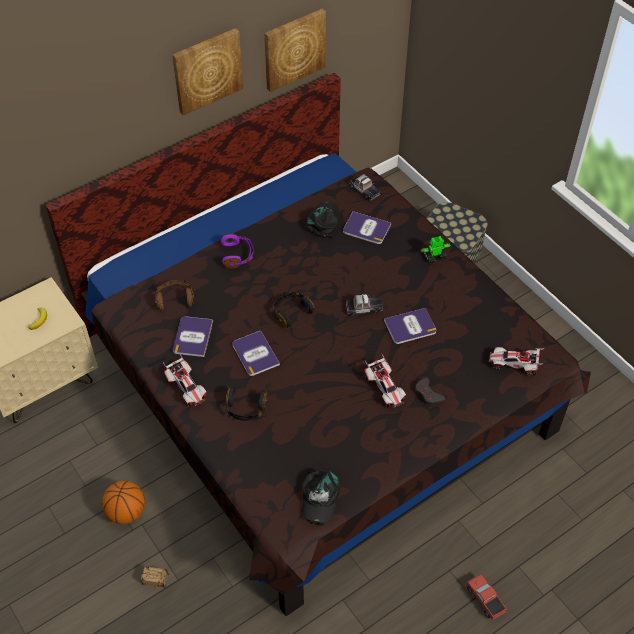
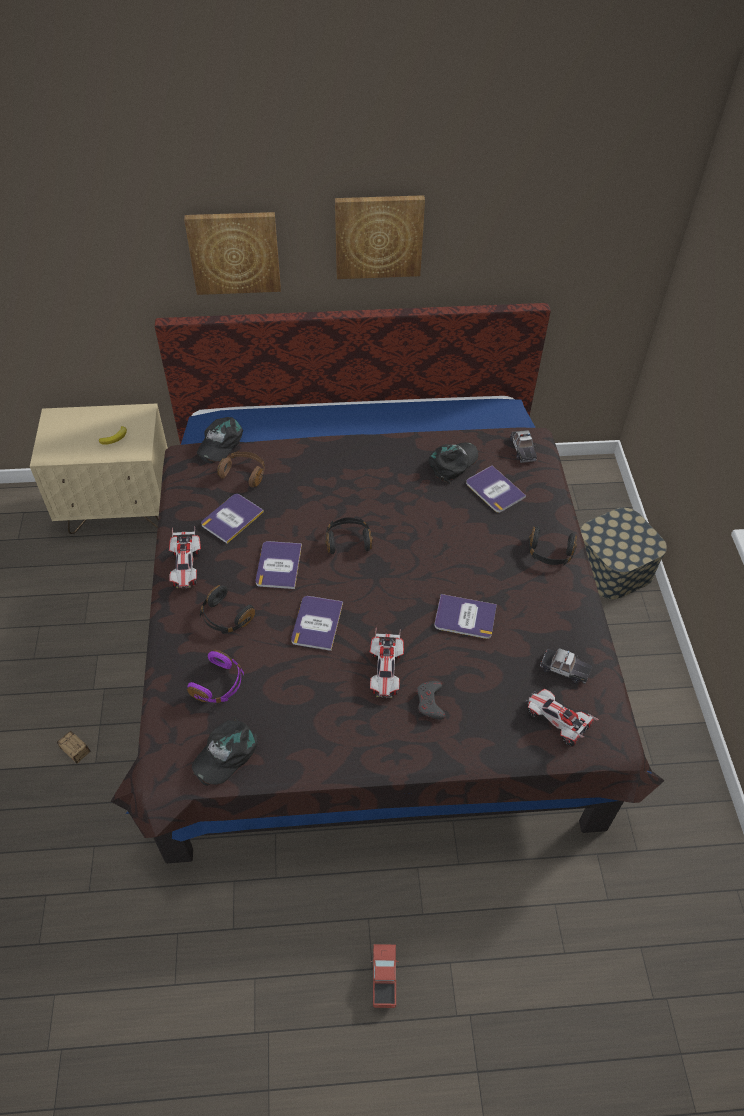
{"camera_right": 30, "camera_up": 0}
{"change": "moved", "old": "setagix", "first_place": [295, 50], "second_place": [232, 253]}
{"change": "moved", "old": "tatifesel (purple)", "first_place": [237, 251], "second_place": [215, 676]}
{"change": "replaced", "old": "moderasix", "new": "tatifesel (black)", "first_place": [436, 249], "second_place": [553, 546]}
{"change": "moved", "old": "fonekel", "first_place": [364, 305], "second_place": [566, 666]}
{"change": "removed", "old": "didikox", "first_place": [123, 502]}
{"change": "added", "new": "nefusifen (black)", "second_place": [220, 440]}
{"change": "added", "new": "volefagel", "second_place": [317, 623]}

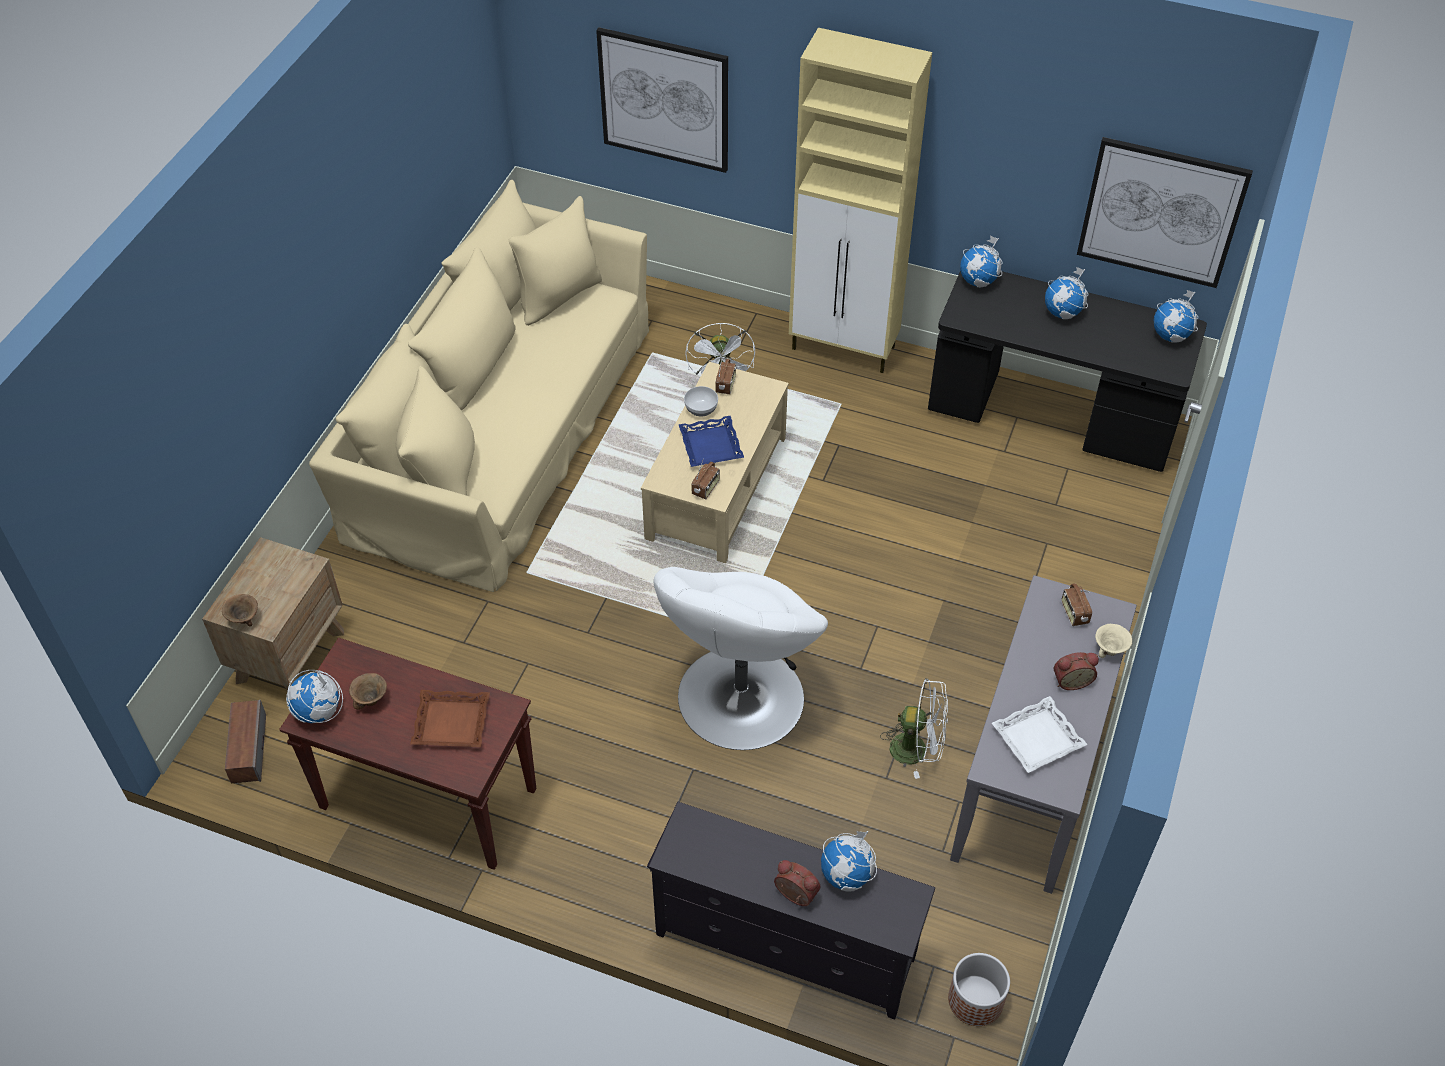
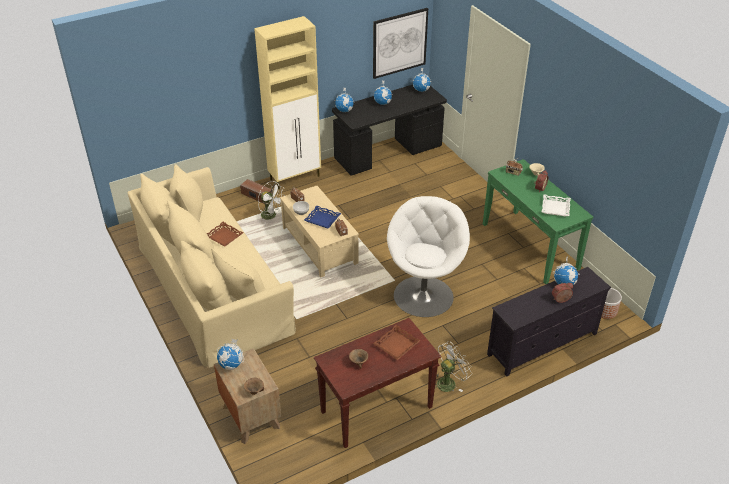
{"camera_right": -50, "camera_up": -10}
{"change": "removed", "old": "setagix", "first_place": [662, 100]}
{"change": "turned", "old": "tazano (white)", "first_place": [740, 658], "second_place": [428, 256], "degrees": -135}
{"change": "recoloured", "old": "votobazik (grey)", "new": "votobazik (green)", "first_place": [1043, 734], "second_place": [538, 221]}
{"change": "moved", "old": "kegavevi", "first_place": [314, 696], "second_place": [230, 354]}
{"change": "moved", "old": "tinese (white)", "first_place": [914, 728], "second_place": [453, 366]}
{"change": "moved", "old": "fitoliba", "first_place": [245, 741], "second_place": [256, 191]}
{"change": "added", "new": "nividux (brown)", "second_place": [225, 234]}

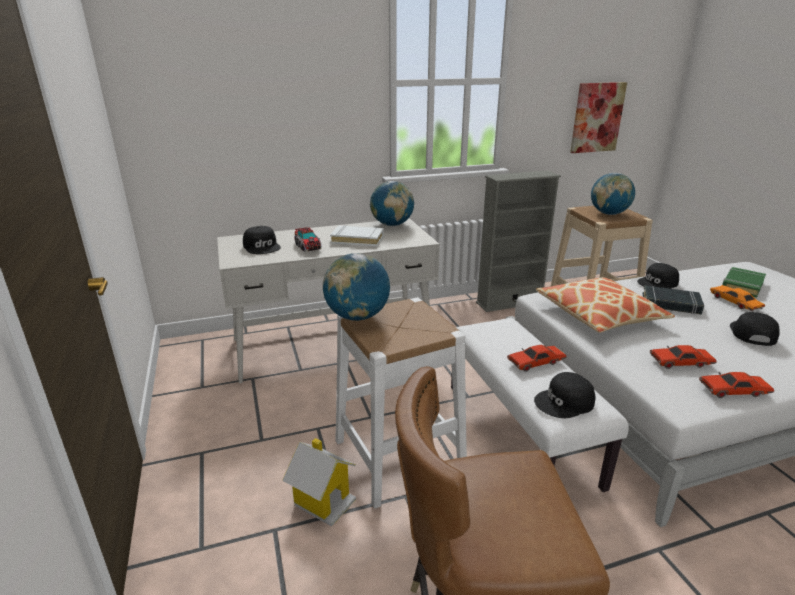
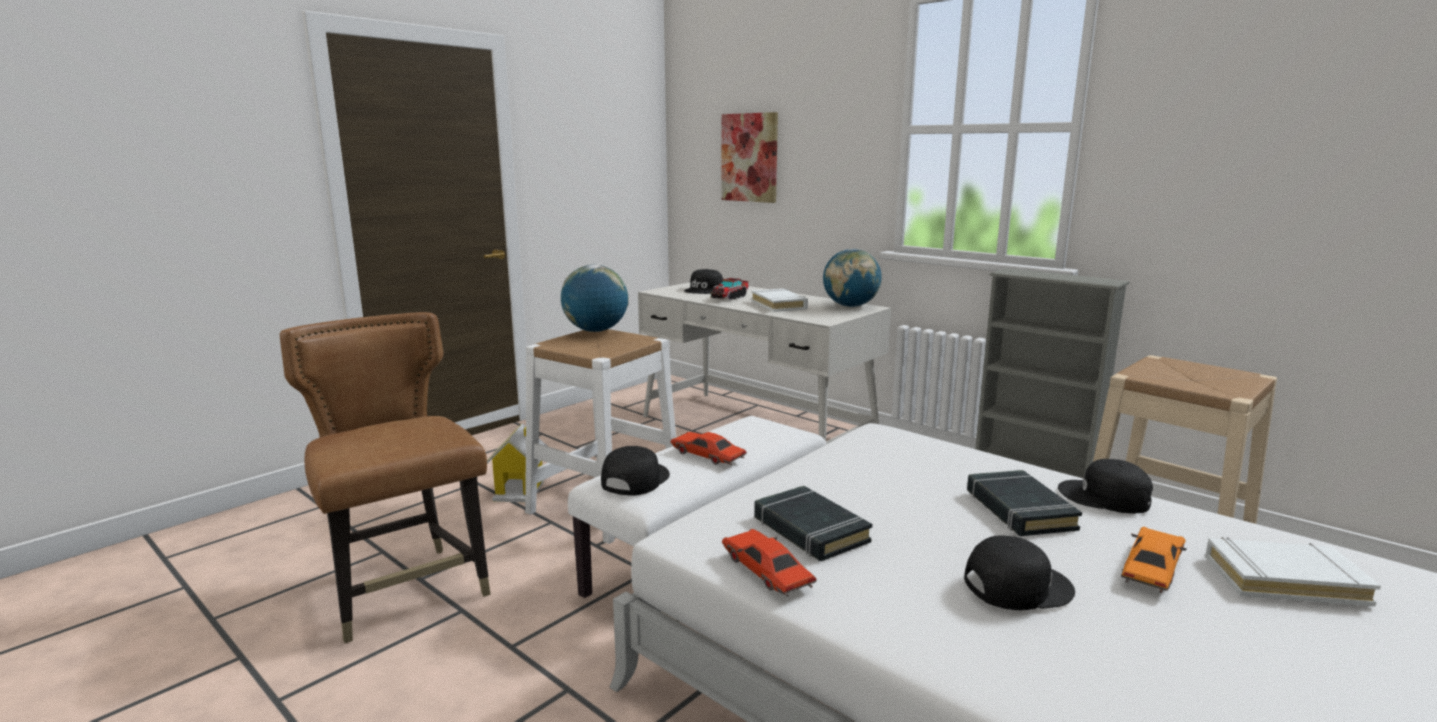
{"camera_right": 60, "camera_up": -10}
{"change": "moved", "old": "setagix", "first_place": [598, 117], "second_place": [750, 157]}
{"change": "removed", "old": "kegavevi", "first_place": [613, 194]}
{"change": "recoloured", "old": "volefagel (green)", "new": "volefagel (white)", "first_place": [744, 282], "second_place": [1293, 571]}
{"change": "removed", "old": "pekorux", "first_place": [605, 305]}
{"change": "replaced", "old": "fonekel (red)", "new": "volefagel (black)", "first_place": [683, 357], "second_place": [813, 523]}
{"change": "turned", "old": "nefusifen (black)", "first_place": [564, 395], "second_place": [635, 471], "degrees": 75}

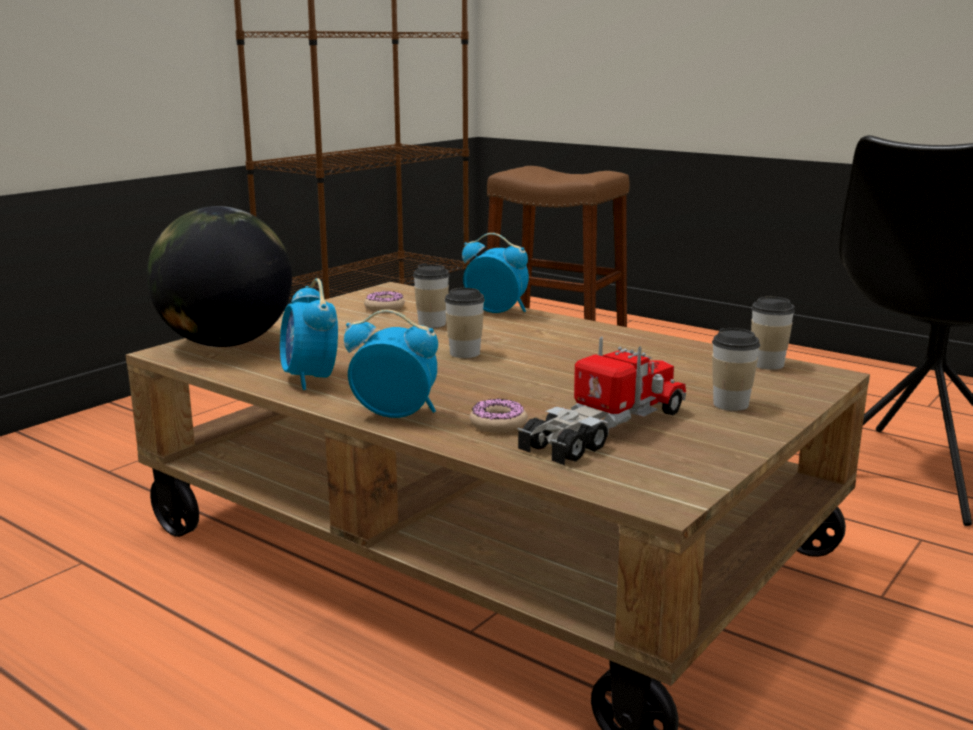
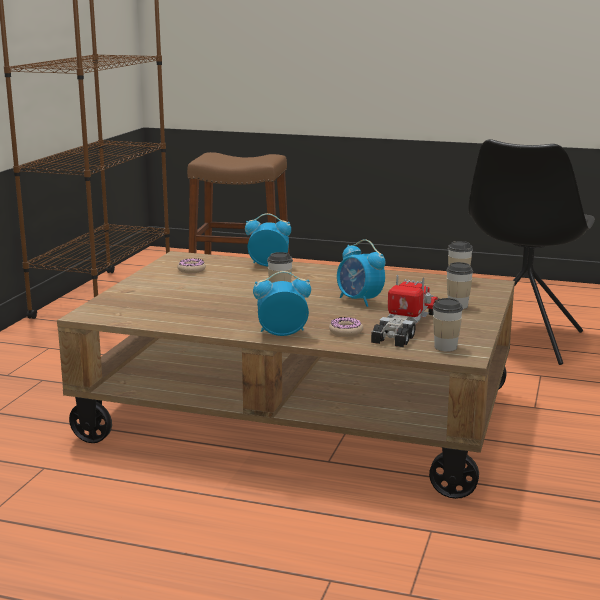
{"camera_right": -20, "camera_up": 0}
{"change": "removed", "old": "kegavevi", "first_place": [219, 276]}
{"change": "moved", "old": "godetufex", "first_place": [431, 295], "second_place": [448, 324]}
{"change": "moved", "old": "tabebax", "first_place": [309, 334], "second_place": [361, 273]}

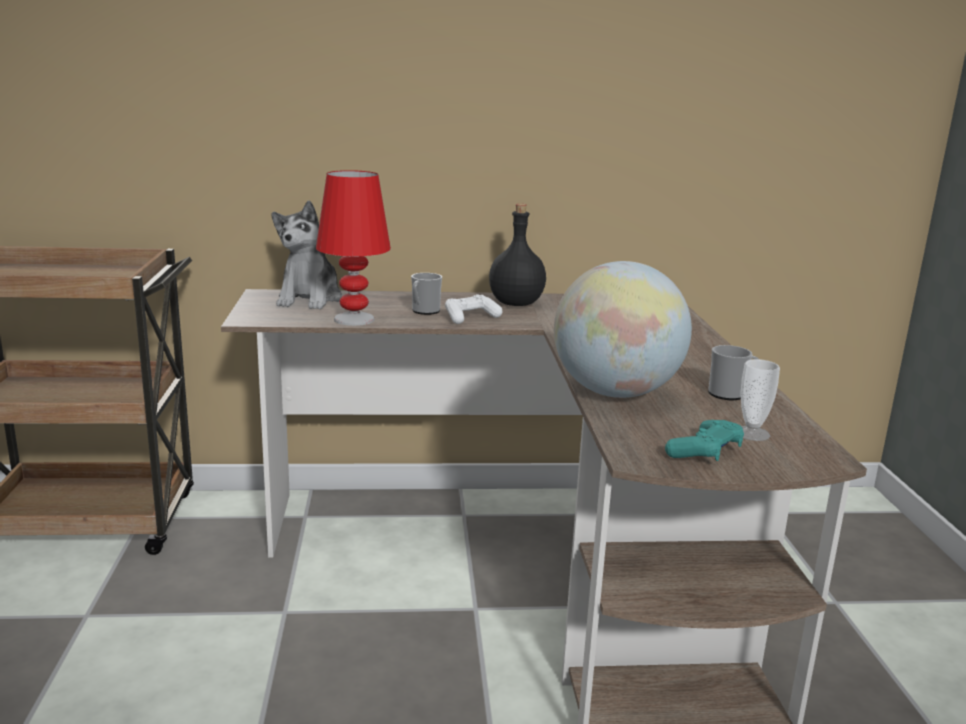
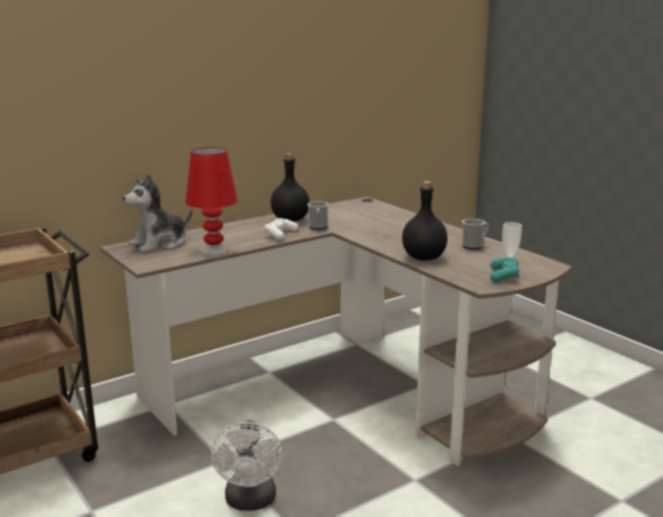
{"camera_right": -30, "camera_up": 0}
{"change": "turned", "old": "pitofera", "first_place": [307, 254], "second_place": [157, 213], "degrees": 75}
{"change": "replaced", "old": "kegavevi", "new": "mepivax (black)", "first_place": [623, 329], "second_place": [425, 221]}
{"change": "moved", "old": "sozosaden", "first_place": [426, 294], "second_place": [318, 216]}
{"change": "added", "new": "tinese (white)", "second_place": [247, 465]}

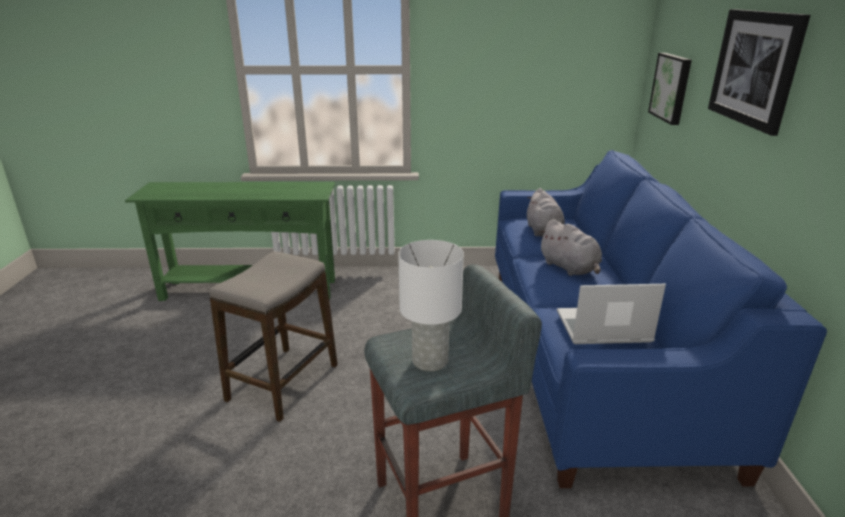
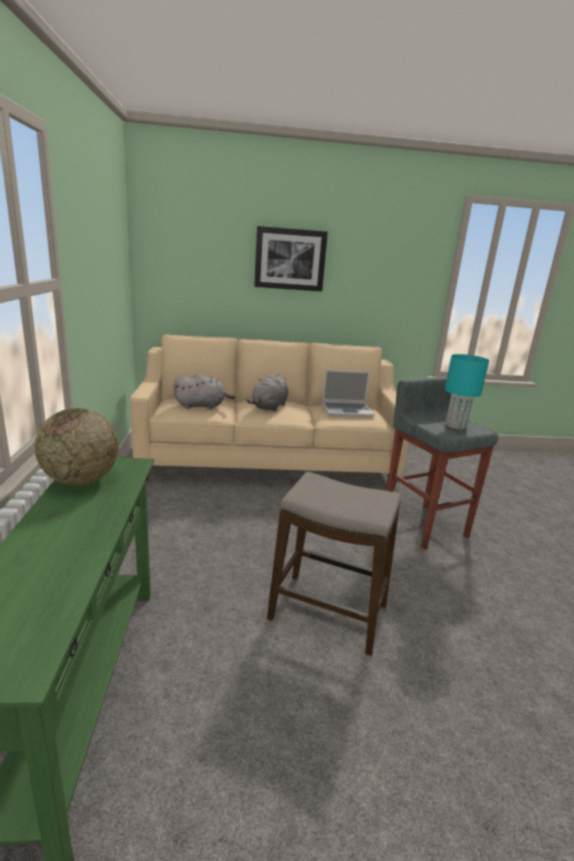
{"camera_right": -95, "camera_up": -5}
{"change": "removed", "old": "setagix", "first_place": [670, 89]}
{"change": "recoloured", "old": "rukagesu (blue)", "new": "rukagesu (beige)", "first_place": [661, 319], "second_place": [269, 411]}
{"change": "turned", "old": "pitofera (grey)", "first_place": [570, 247], "second_place": [267, 392], "degrees": 150}
{"change": "recoloured", "old": "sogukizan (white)", "new": "sogukizan (turquoise)", "first_place": [431, 305], "second_place": [467, 391]}
{"change": "turned", "old": "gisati", "first_place": [611, 314], "second_place": [348, 393], "degrees": -90}
{"change": "added", "new": "kegavevi", "second_place": [77, 446]}

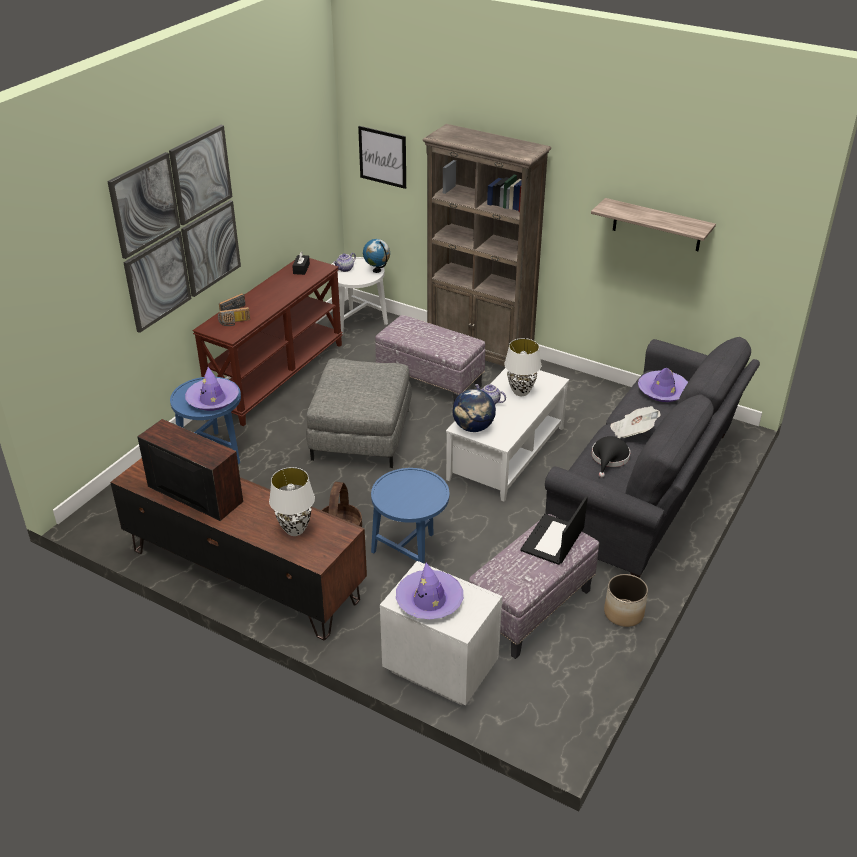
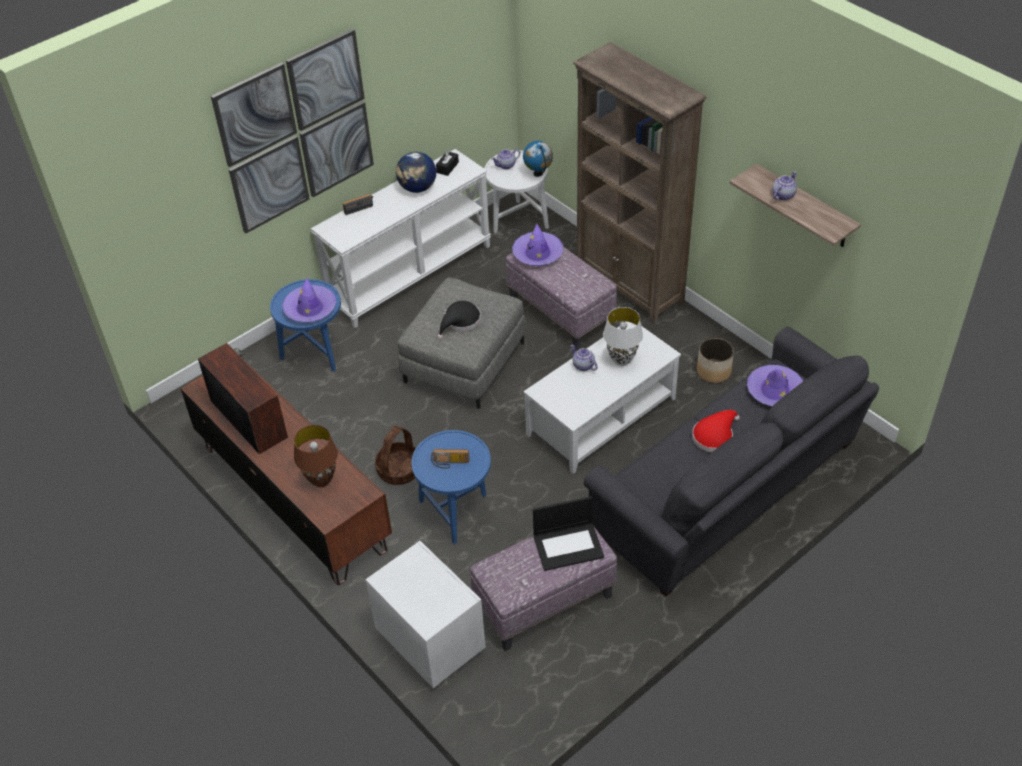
{"camera_right": 20, "camera_up": 10}
{"change": "removed", "old": "setagix", "first_place": [382, 157]}
{"change": "recoloured", "old": "votobazik (brown)", "new": "votobazik (white)", "first_place": [268, 342], "second_place": [401, 238]}
{"change": "moved", "old": "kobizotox", "first_place": [234, 316], "second_place": [450, 459]}
{"change": "moved", "old": "kegavevi", "first_place": [474, 410], "second_place": [416, 172]}
{"change": "replaced", "old": "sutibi", "new": "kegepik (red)", "first_place": [635, 422], "second_place": [716, 431]}
{"change": "moved", "old": "kegepik (black)", "first_place": [611, 457], "second_place": [459, 320]}
{"change": "recoloured", "old": "sogukizan (white)", "new": "sogukizan (brown)", "first_place": [292, 501], "second_place": [316, 456]}
{"change": "turned", "old": "gisati", "first_place": [554, 530], "second_place": [568, 533], "degrees": -150}
{"change": "moved", "old": "kegepik (purple)", "first_place": [429, 591], "second_place": [537, 245]}
{"change": "moved", "old": "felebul", "first_place": [626, 600], "second_place": [715, 360]}
{"change": "added", "new": "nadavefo", "second_place": [784, 185]}

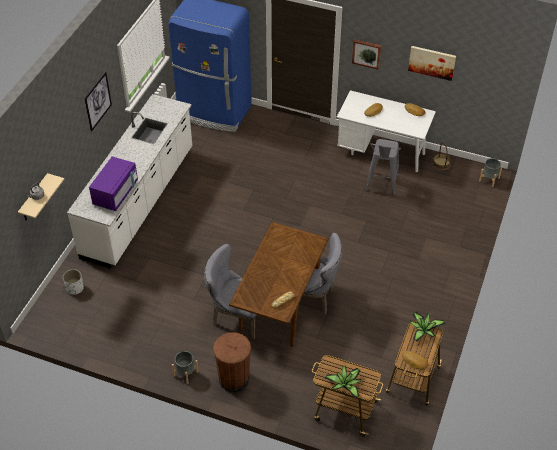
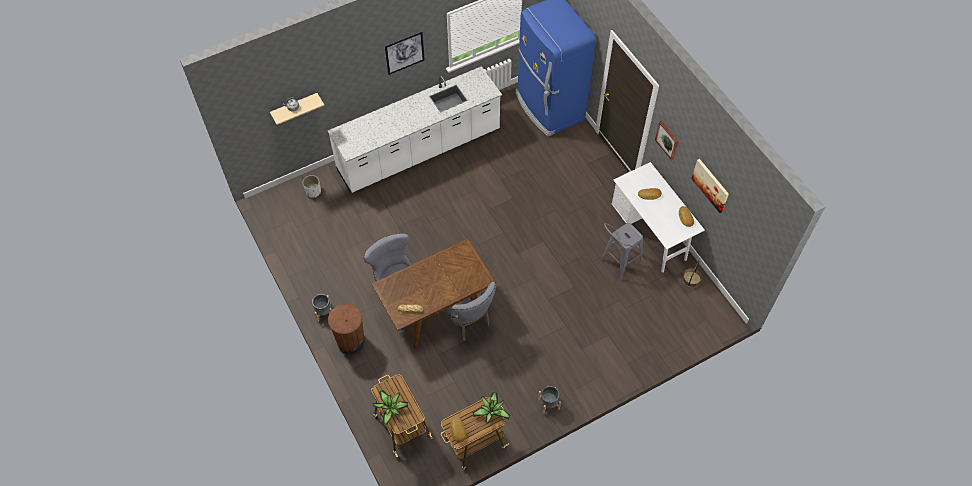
{"camera_right": 40, "camera_up": 10}
{"change": "removed", "old": "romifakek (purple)", "first_place": [113, 183]}
{"change": "moved", "old": "felebul (grey)", "first_place": [490, 172], "second_place": [549, 400]}

